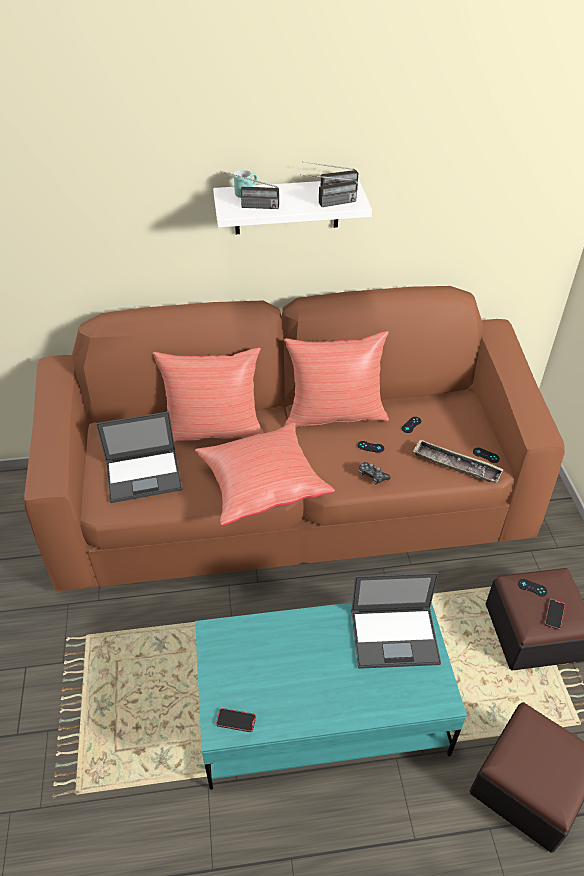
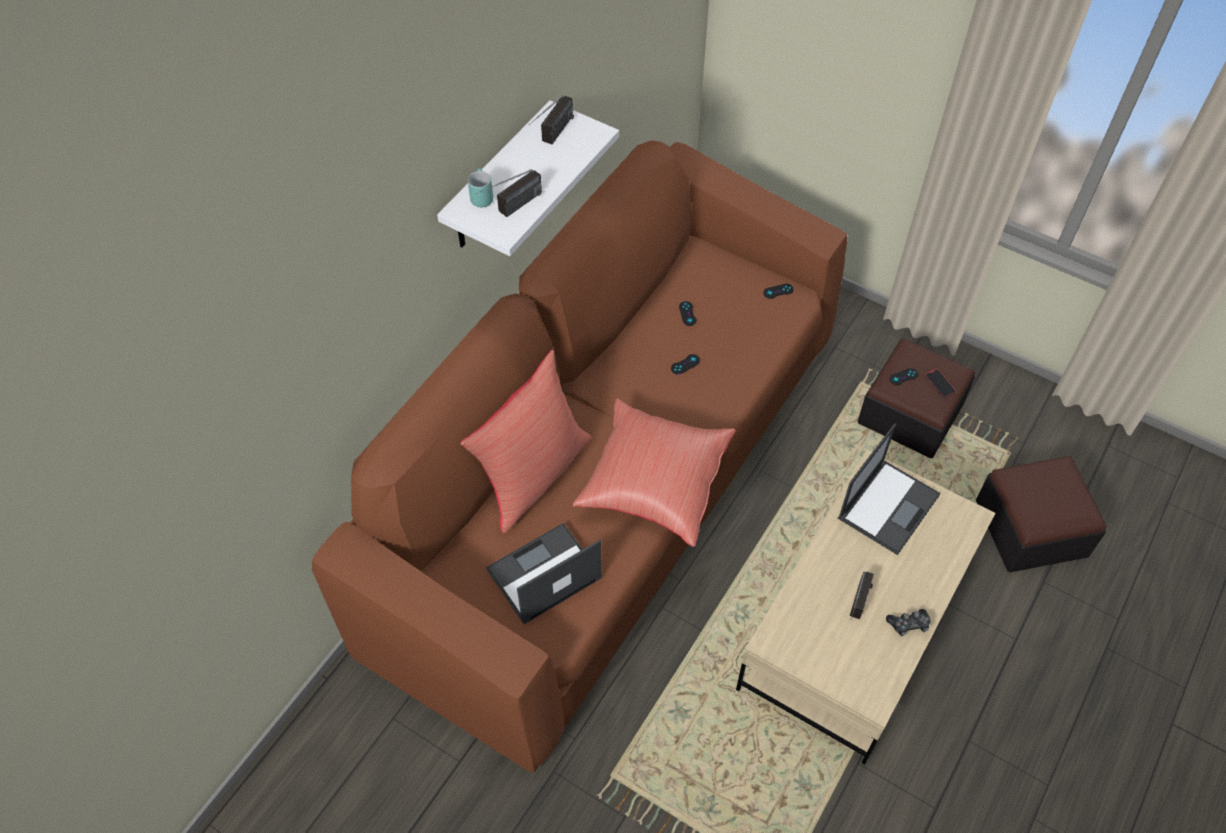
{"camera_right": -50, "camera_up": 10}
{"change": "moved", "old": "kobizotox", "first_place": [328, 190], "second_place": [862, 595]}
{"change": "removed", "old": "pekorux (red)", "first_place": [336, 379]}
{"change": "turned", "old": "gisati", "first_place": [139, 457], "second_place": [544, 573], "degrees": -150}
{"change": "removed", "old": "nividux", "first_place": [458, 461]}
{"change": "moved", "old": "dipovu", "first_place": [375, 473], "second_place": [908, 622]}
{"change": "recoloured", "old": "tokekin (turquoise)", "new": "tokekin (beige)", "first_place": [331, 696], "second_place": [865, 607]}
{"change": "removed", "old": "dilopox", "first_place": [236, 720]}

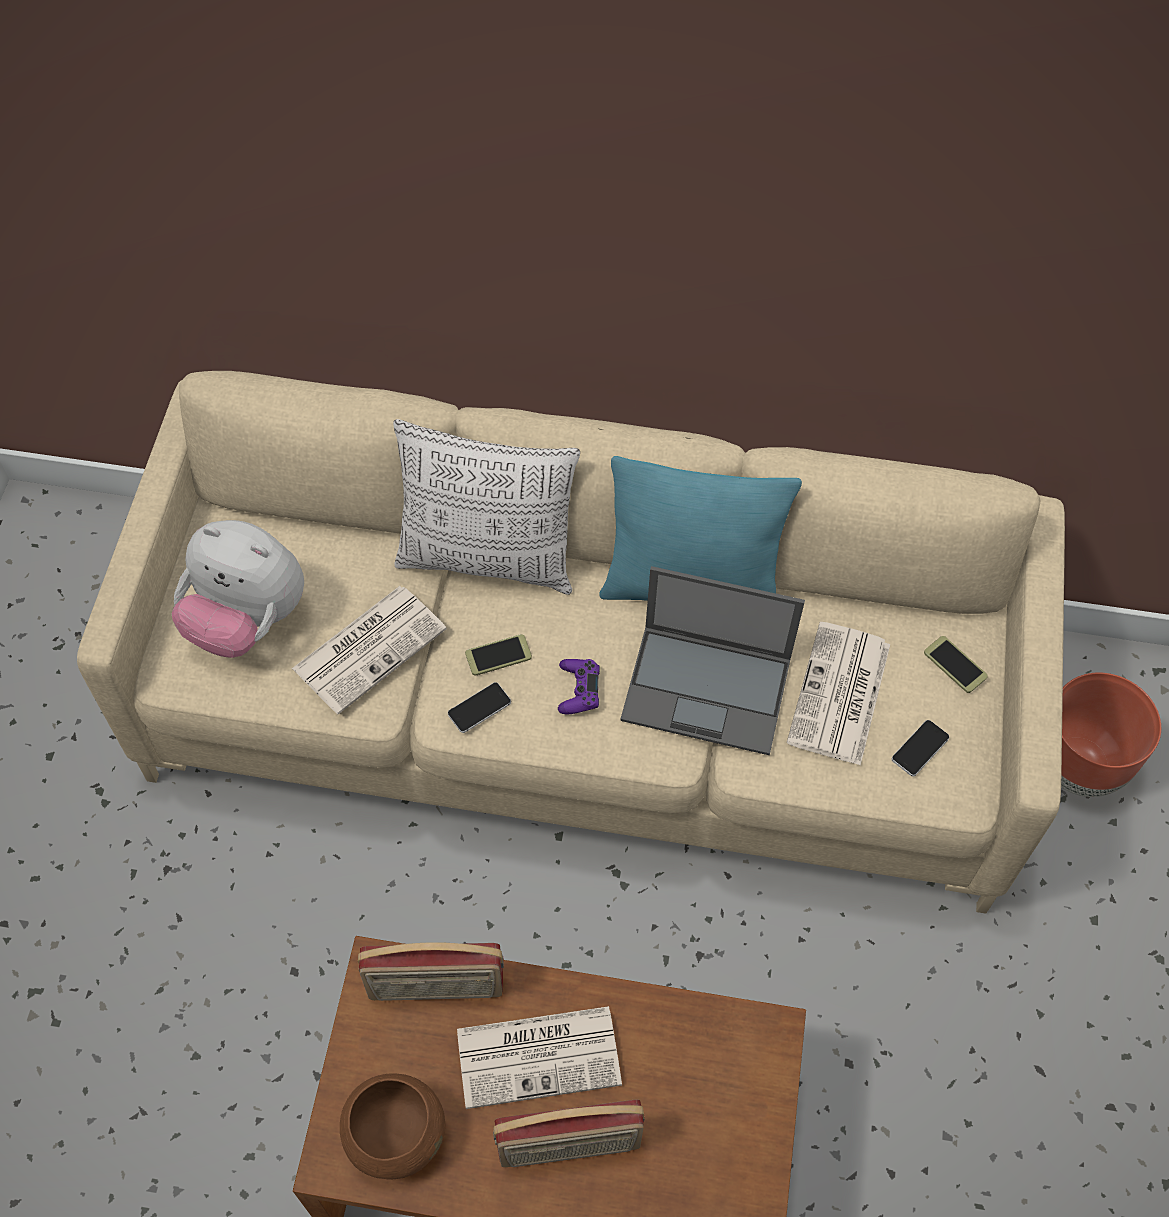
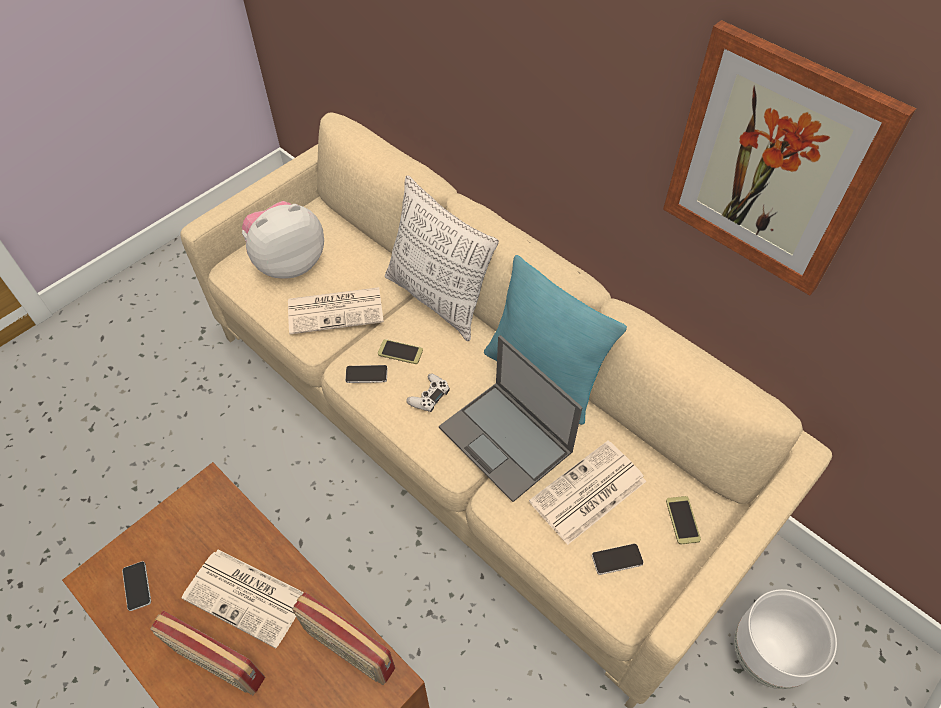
{"camera_right": 35, "camera_up": -5}
{"change": "turned", "old": "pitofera", "first_place": [238, 589], "second_place": [283, 239], "degrees": 90}
{"change": "recoloured", "old": "dipovu (purple)", "new": "dipovu (white)", "first_place": [579, 686], "second_place": [428, 393]}
{"change": "recoloured", "old": "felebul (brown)", "new": "felebul (white)", "first_place": [1111, 735], "second_place": [785, 639]}
{"change": "moved", "old": "kobizotox", "first_place": [431, 971], "second_place": [343, 638]}
{"change": "replaced", "old": "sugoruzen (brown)", "new": "dilopox", "first_place": [392, 1126], "second_place": [136, 586]}
{"change": "added", "new": "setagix", "second_place": [789, 158]}

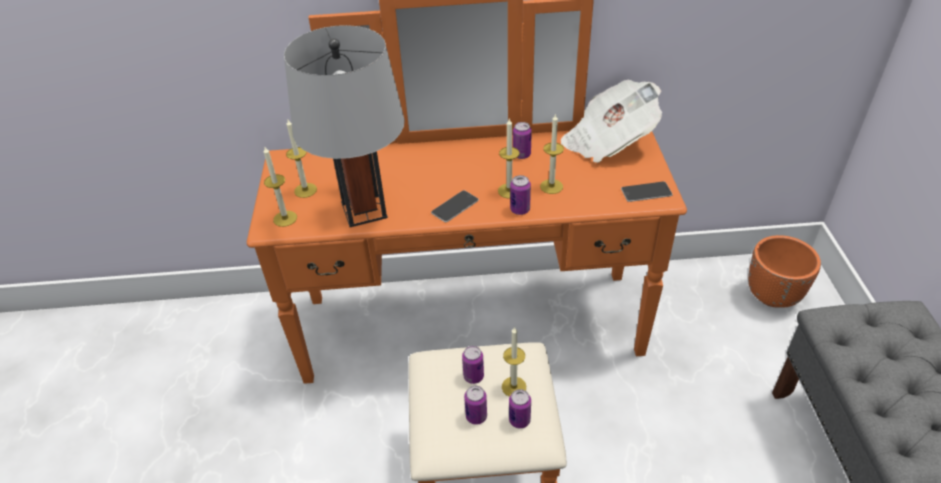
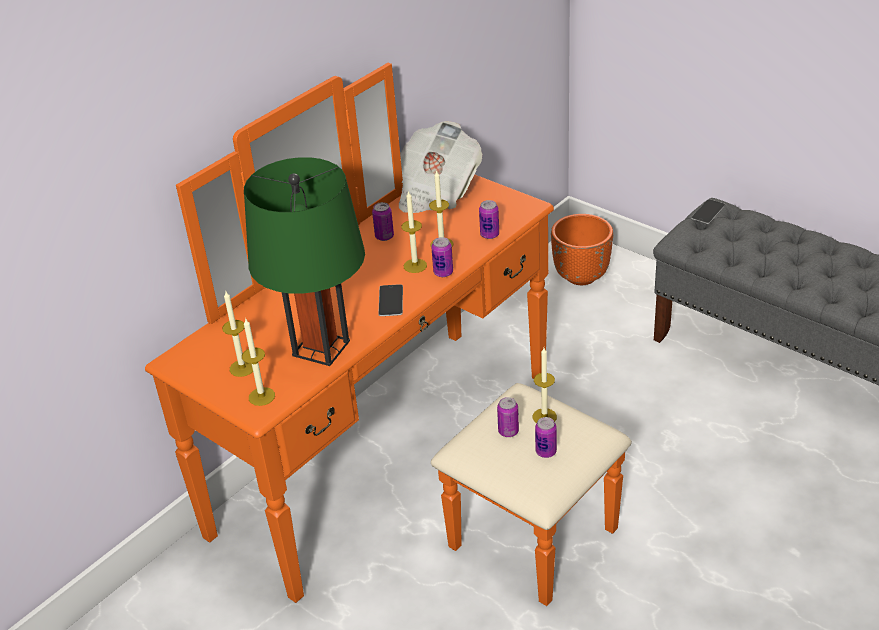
{"camera_right": -45, "camera_up": -5}
{"change": "recoloured", "old": "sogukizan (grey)", "new": "sogukizan (green)", "first_place": [344, 126], "second_place": [304, 261]}
{"change": "moved", "old": "dilopox", "first_place": [647, 192], "second_place": [708, 211]}
{"change": "moved", "old": "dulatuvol", "first_place": [520, 408], "second_place": [489, 219]}

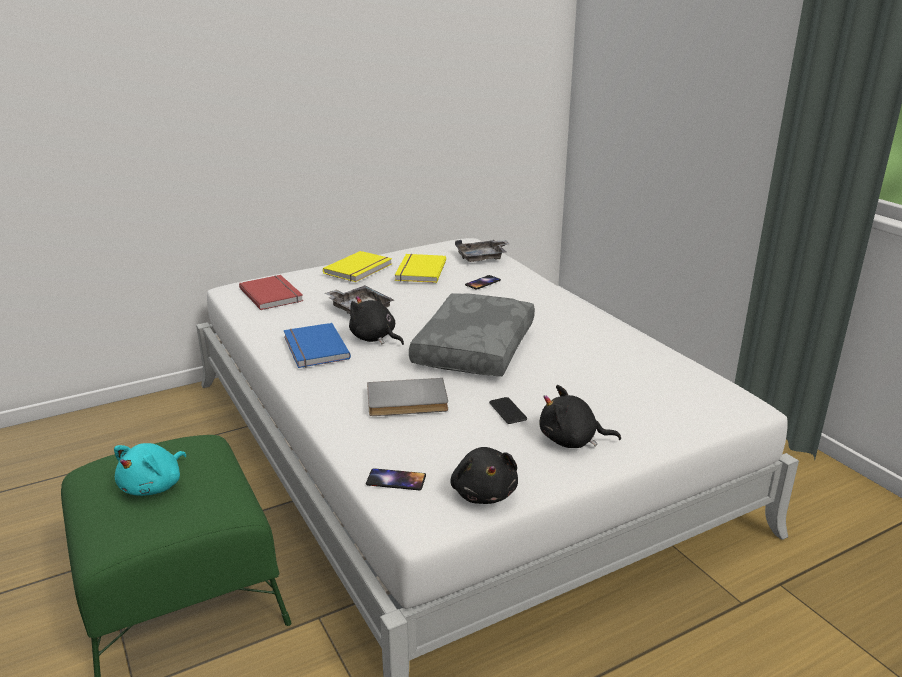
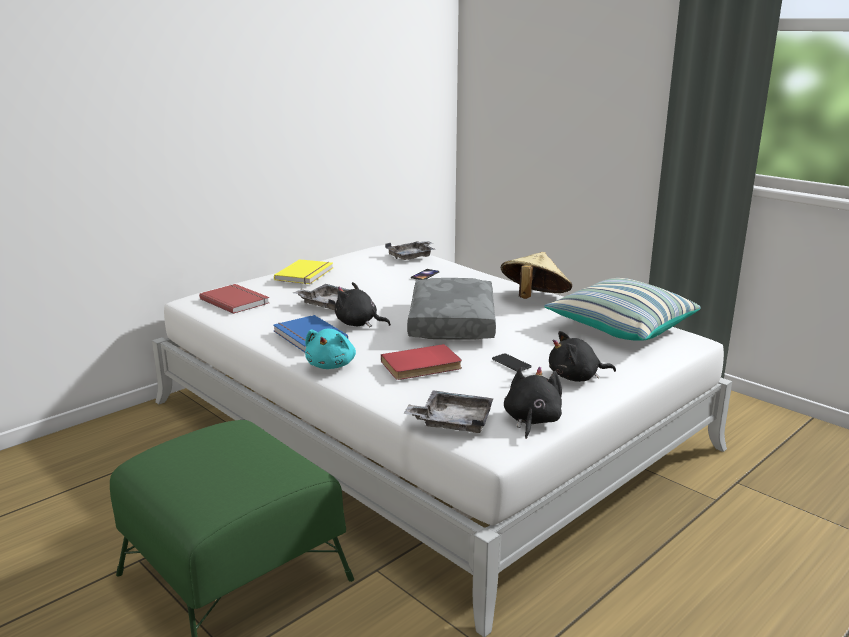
{"camera_right": -15, "camera_up": -5}
{"change": "removed", "old": "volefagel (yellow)", "first_place": [420, 268]}
{"change": "recoloured", "old": "volefagel (grey)", "new": "volefagel (red)", "first_place": [407, 397], "second_place": [421, 362]}
{"change": "moved", "old": "pitofera (turquoise)", "first_place": [150, 469], "second_place": [330, 349]}
{"change": "turned", "old": "pitofera (black)", "first_place": [484, 475], "second_place": [533, 403], "degrees": -135}
{"change": "replaced", "old": "dilopox", "new": "nividux (grey)", "first_place": [396, 479], "second_place": [448, 411]}
{"change": "added", "new": "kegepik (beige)", "second_place": [536, 275]}
{"change": "added", "new": "pekorux", "second_place": [622, 309]}

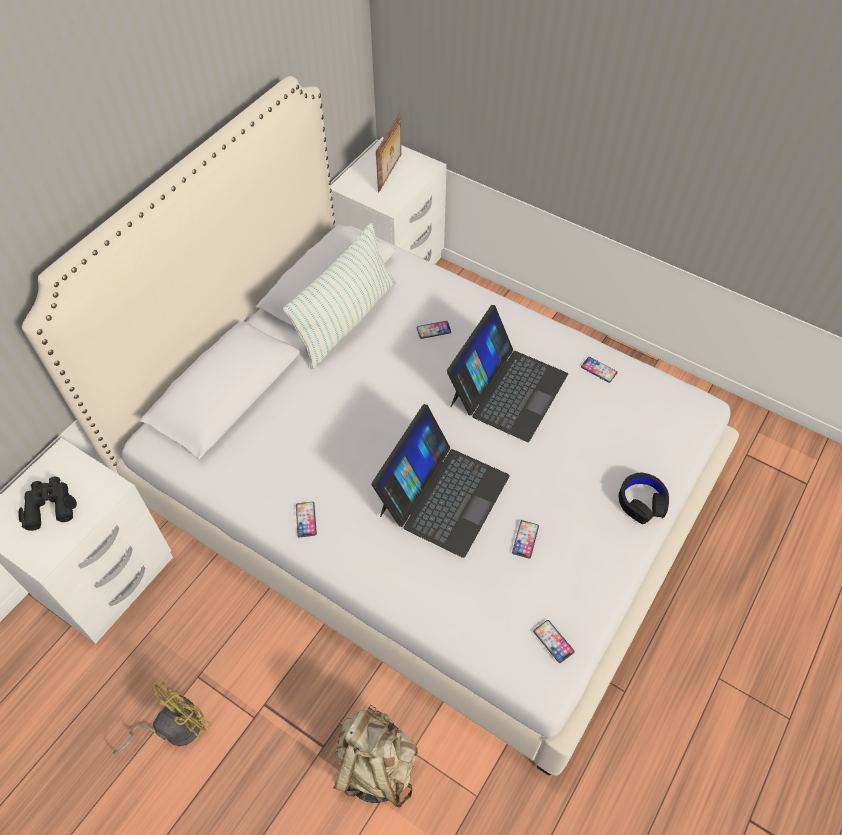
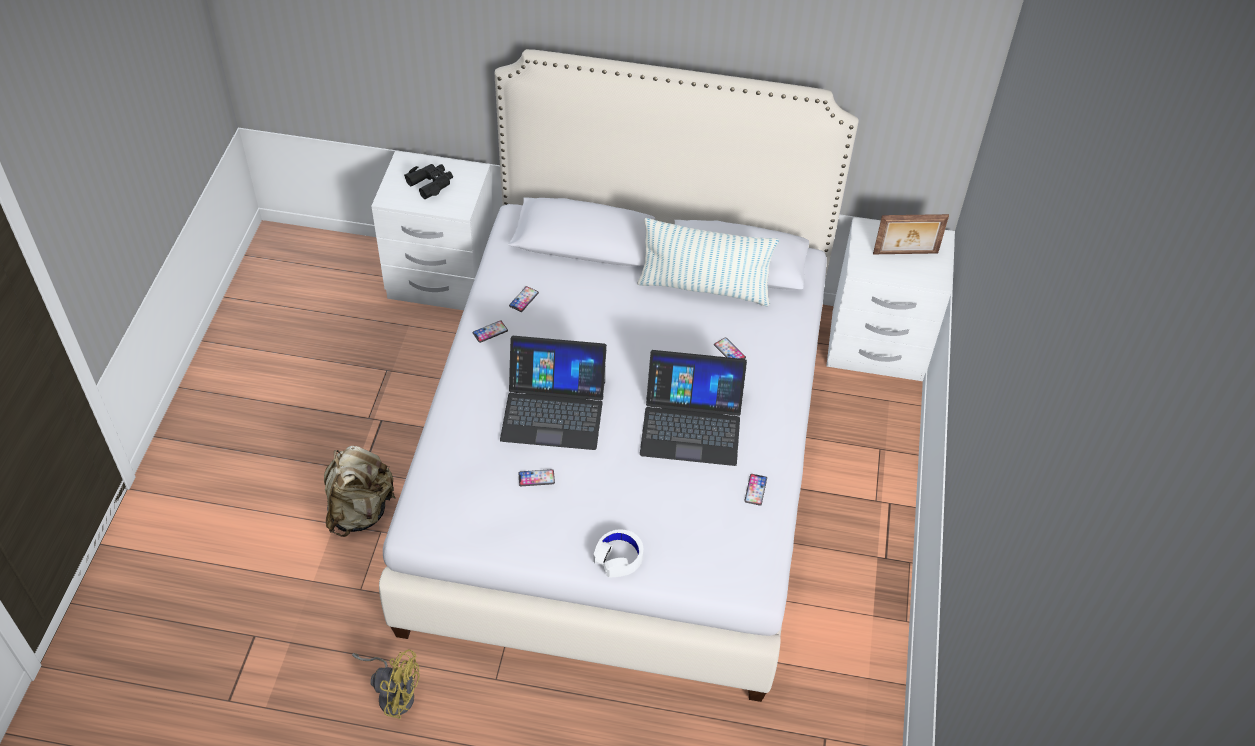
{"camera_right": 65, "camera_up": -5}
{"change": "recoloured", "old": "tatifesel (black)", "new": "tatifesel (white)", "first_place": [644, 498], "second_place": [618, 553]}
{"change": "moved", "old": "dilopox", "first_place": [554, 641], "second_place": [524, 299]}
{"change": "moved", "old": "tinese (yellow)", "first_place": [162, 717], "second_place": [386, 684]}

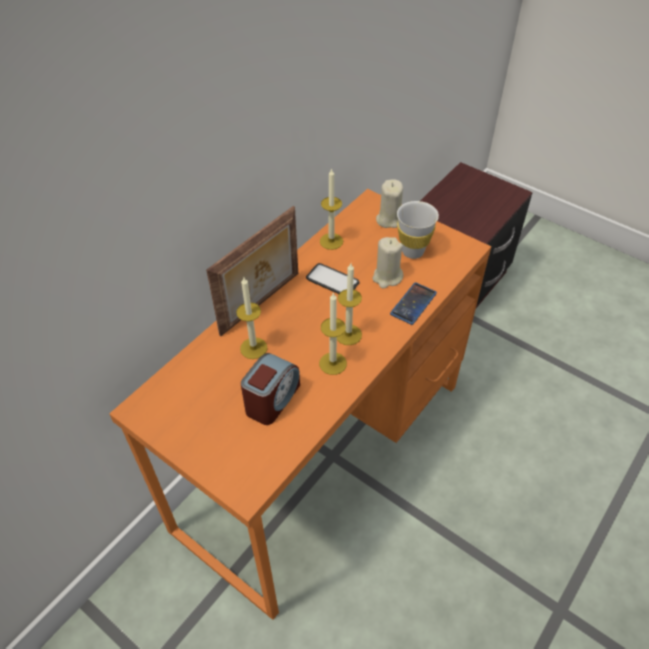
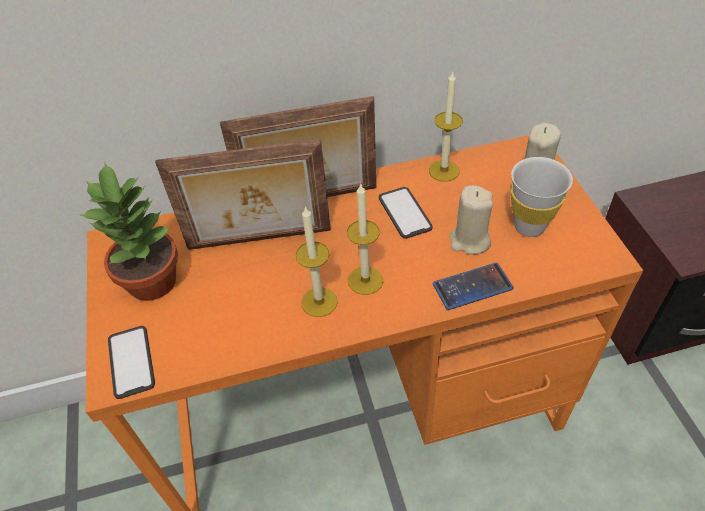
{"camera_right": 40, "camera_up": 0}
{"change": "replaced", "old": "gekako", "new": "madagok", "first_place": [251, 318], "second_place": [243, 194]}
{"change": "removed", "old": "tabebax", "first_place": [270, 389]}
{"change": "added", "new": "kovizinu", "second_place": [129, 232]}
{"change": "added", "new": "dilopox", "second_place": [131, 362]}

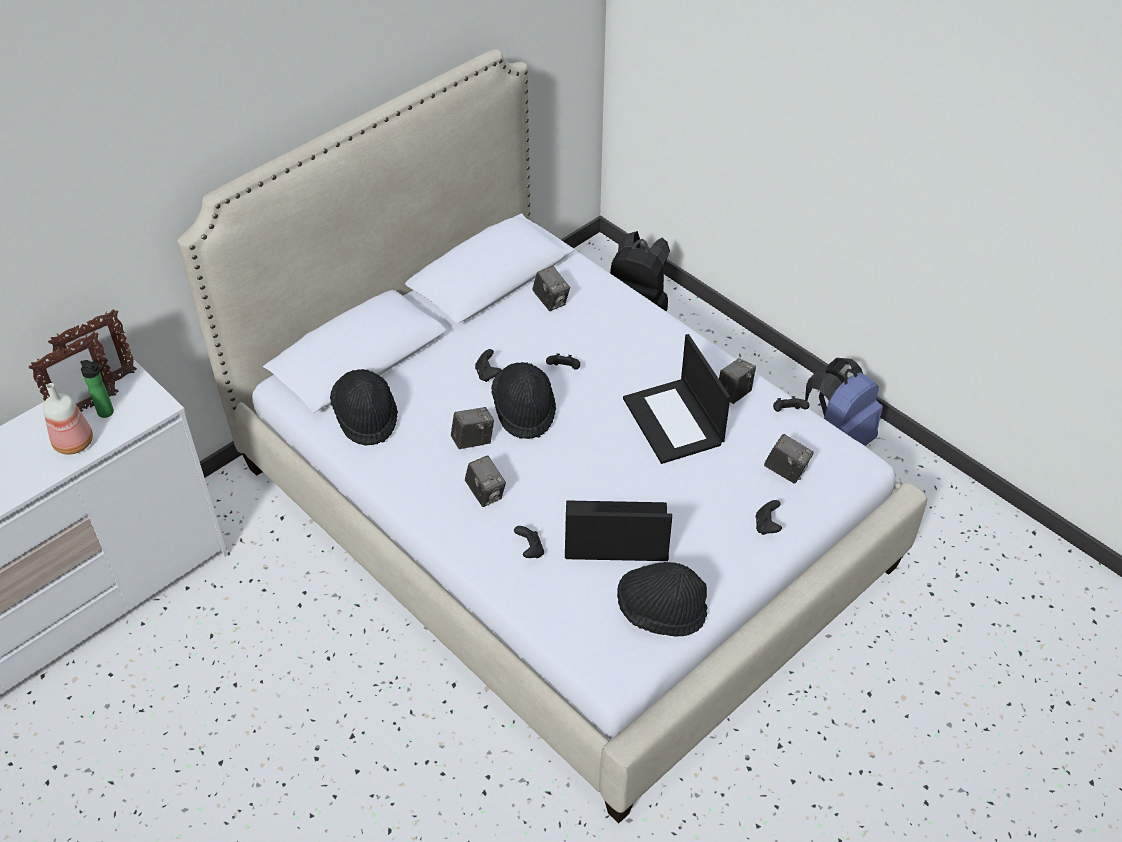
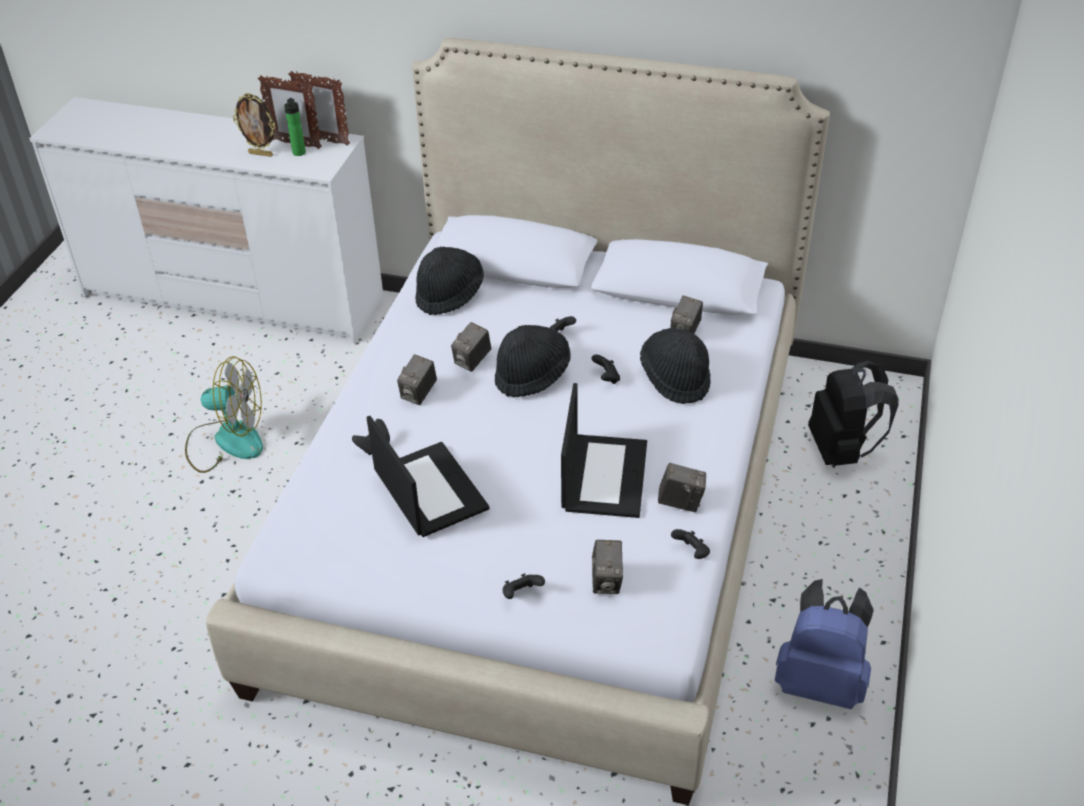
{"camera_right": 60, "camera_up": -5}
{"change": "turned", "old": "gisati", "first_place": [676, 399], "second_place": [604, 450], "degrees": 150}
{"change": "replaced", "old": "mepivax", "new": "madagok", "first_place": [68, 418], "second_place": [254, 125]}
{"change": "turned", "old": "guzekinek", "first_place": [472, 428], "second_place": [471, 347], "degrees": 90}
{"change": "moved", "old": "kegepik (black)", "first_place": [662, 599], "second_place": [675, 366]}
{"change": "added", "new": "tinese", "second_place": [224, 414]}

